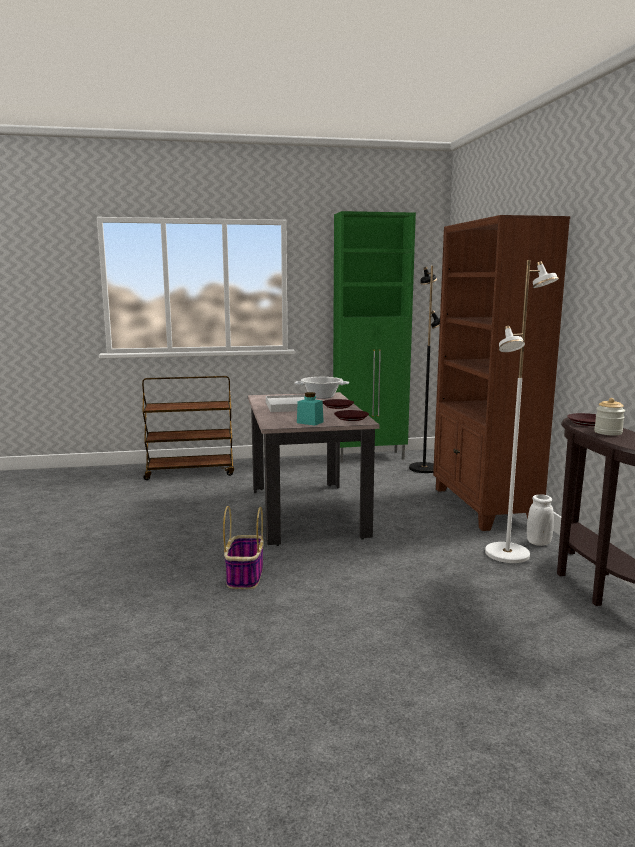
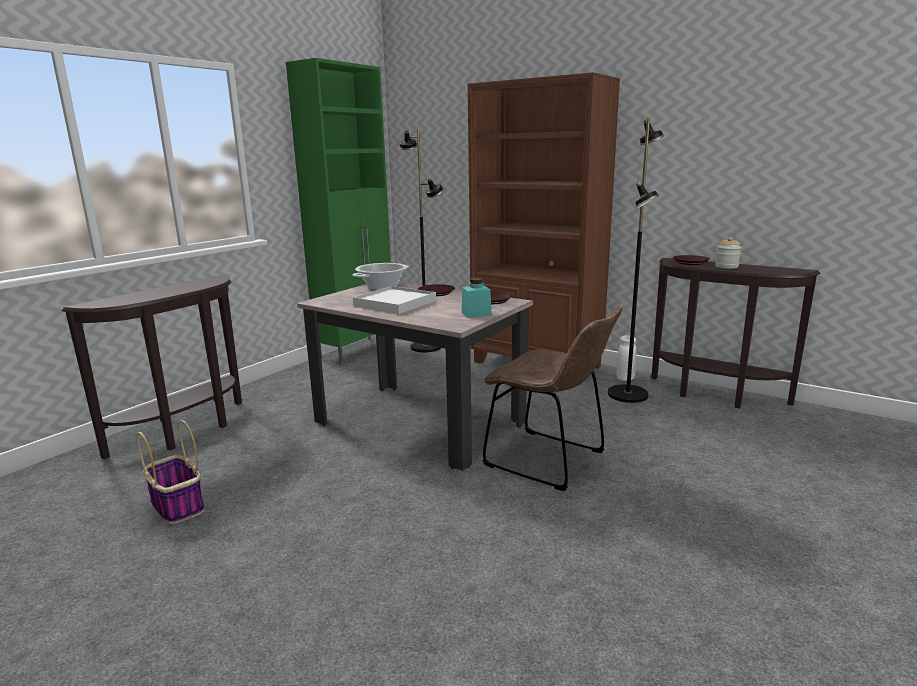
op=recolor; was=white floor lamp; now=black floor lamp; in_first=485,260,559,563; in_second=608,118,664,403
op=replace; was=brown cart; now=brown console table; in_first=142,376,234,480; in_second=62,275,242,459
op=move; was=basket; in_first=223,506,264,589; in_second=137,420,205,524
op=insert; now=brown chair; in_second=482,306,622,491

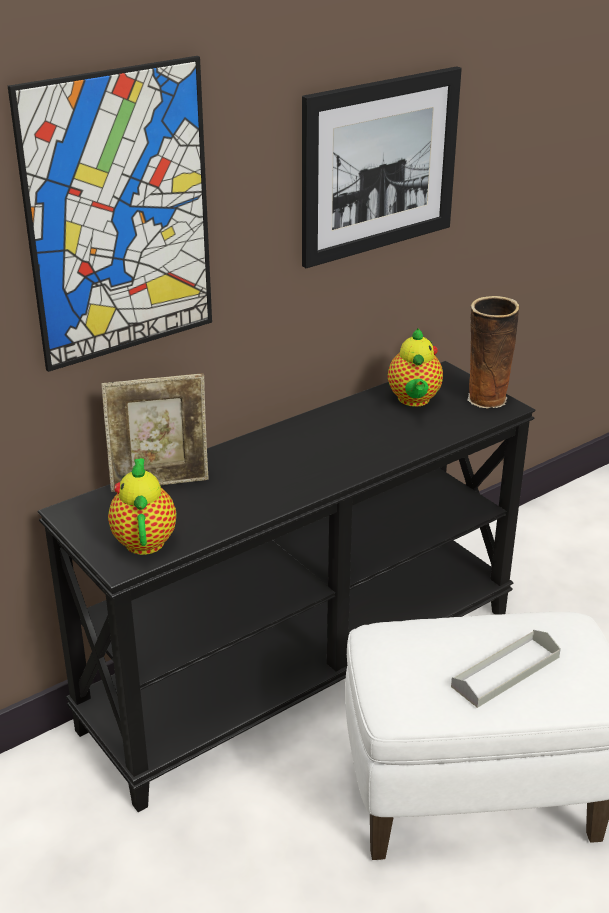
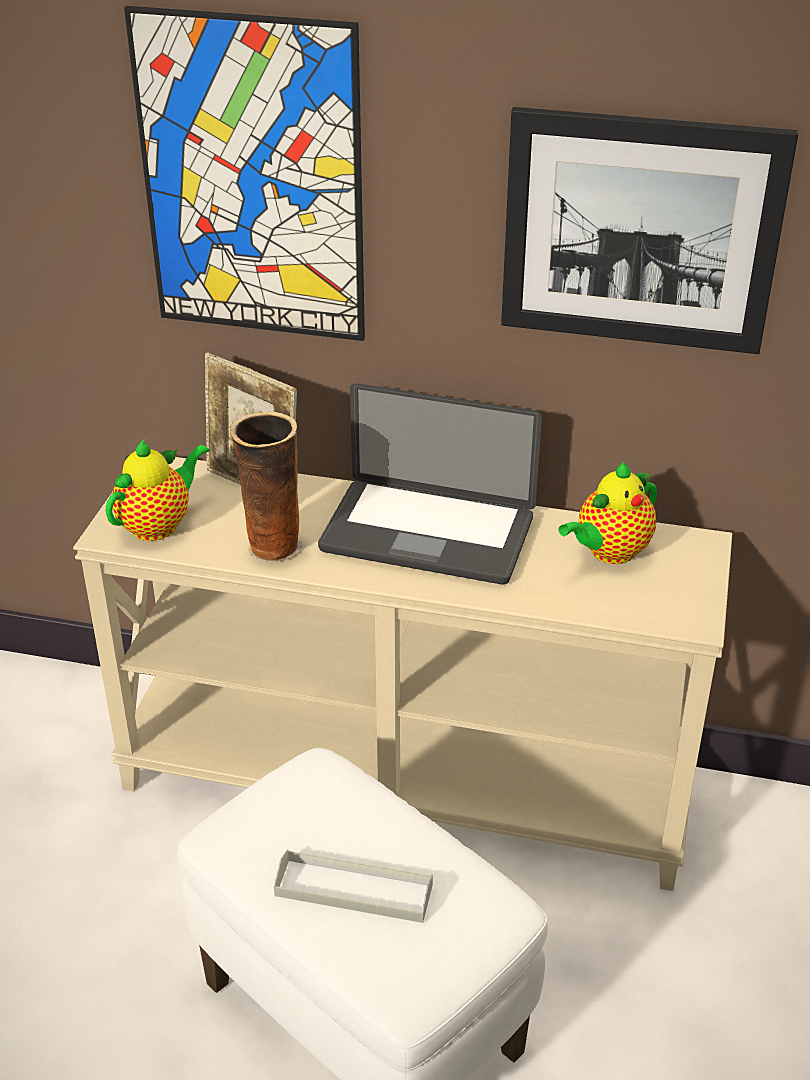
op=move; was=vase; in_first=468,296,519,409; in_second=230,412,302,563
op=recolor; was=black console table; now=beige console table; in_first=38,361,536,812; in_second=73,457,732,891
op=insert; now=laptop; in_second=318,383,542,585

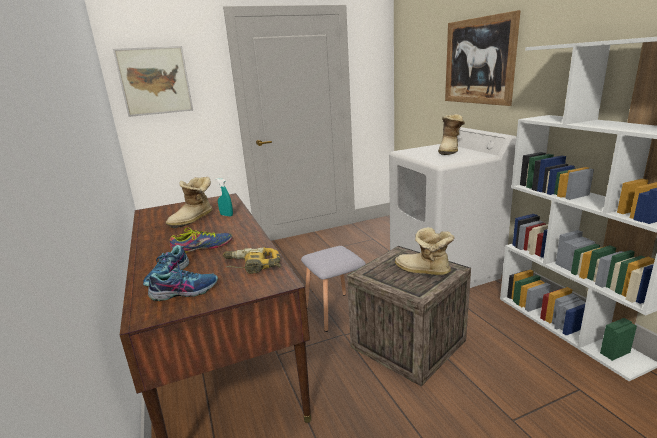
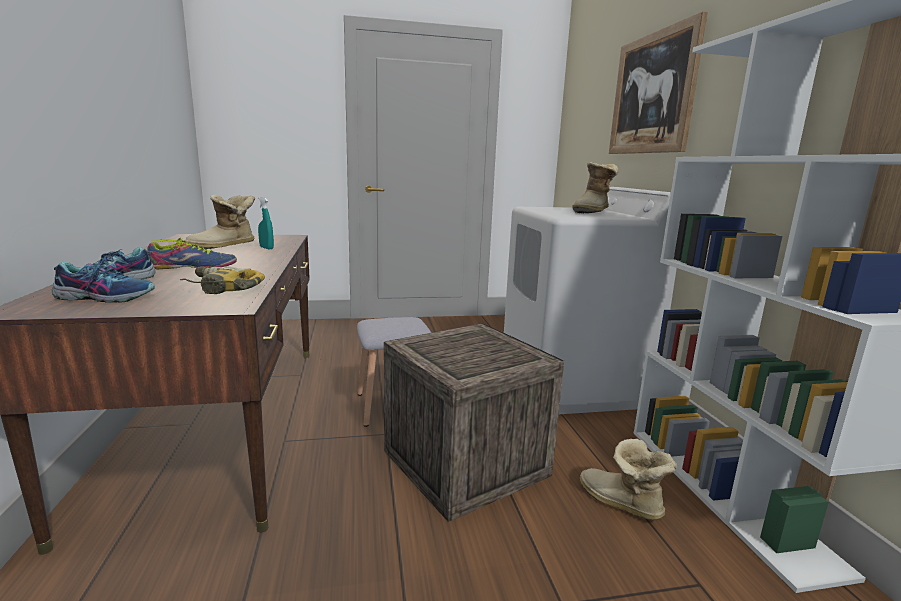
op=delete; was=picture; in_first=113,46,193,117
op=move; was=boot; in_first=395,227,455,275; in_second=580,439,677,521

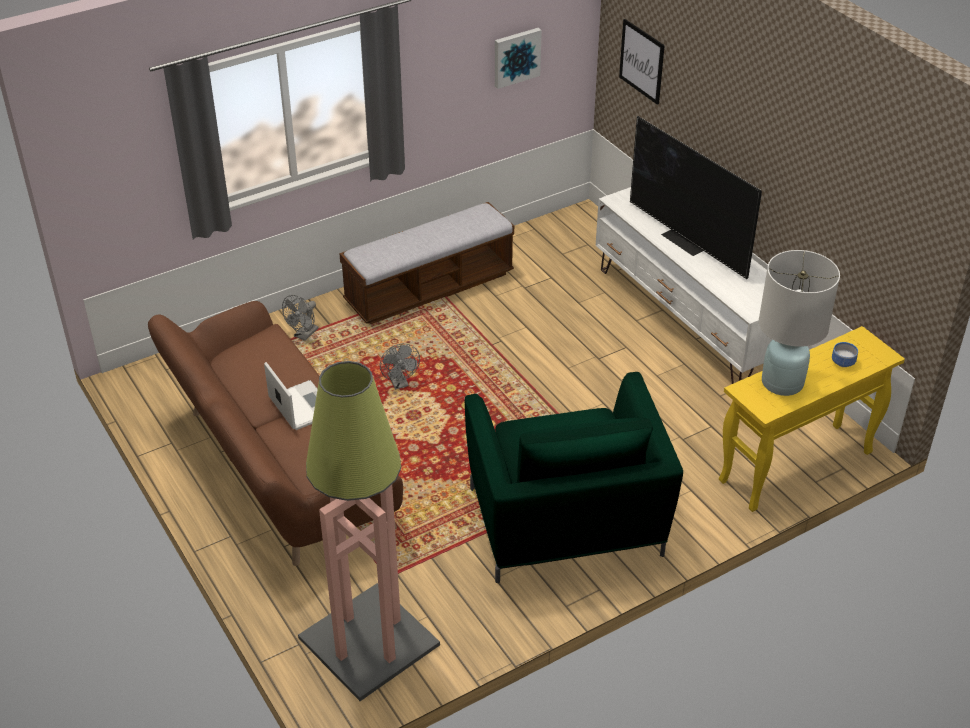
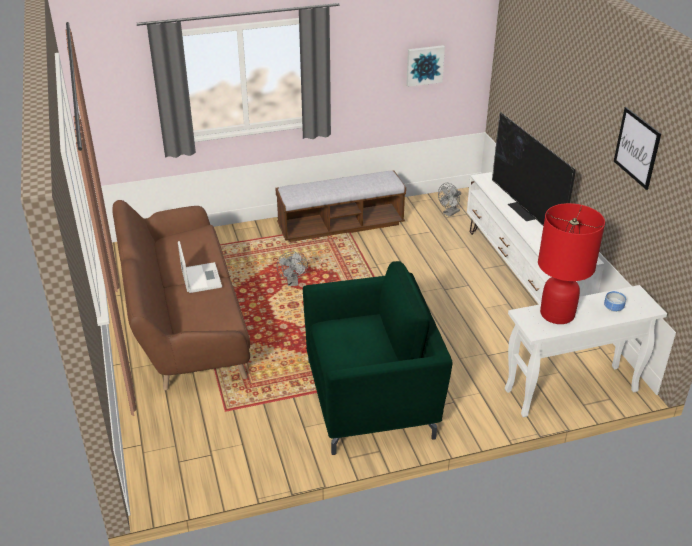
op=move; was=picture; in_first=619,19,665,105; in_second=614,107,661,190
op=recolor; was=white table lamp; now=red table lamp; in_first=759,250,840,396; in_second=538,203,605,324
op=move; was=grey fan; in_first=282,295,319,341; in_second=438,183,461,217
op=recolor; was=yellow console table; now=white console table; in_first=719,326,905,512; in_second=505,285,667,417
op=delete; was=floor lamp; in_first=298,361,440,701
op=rotate; was=green armchair; in_first=465,372,683,583; in_second=303,261,453,455; clockwise=-105

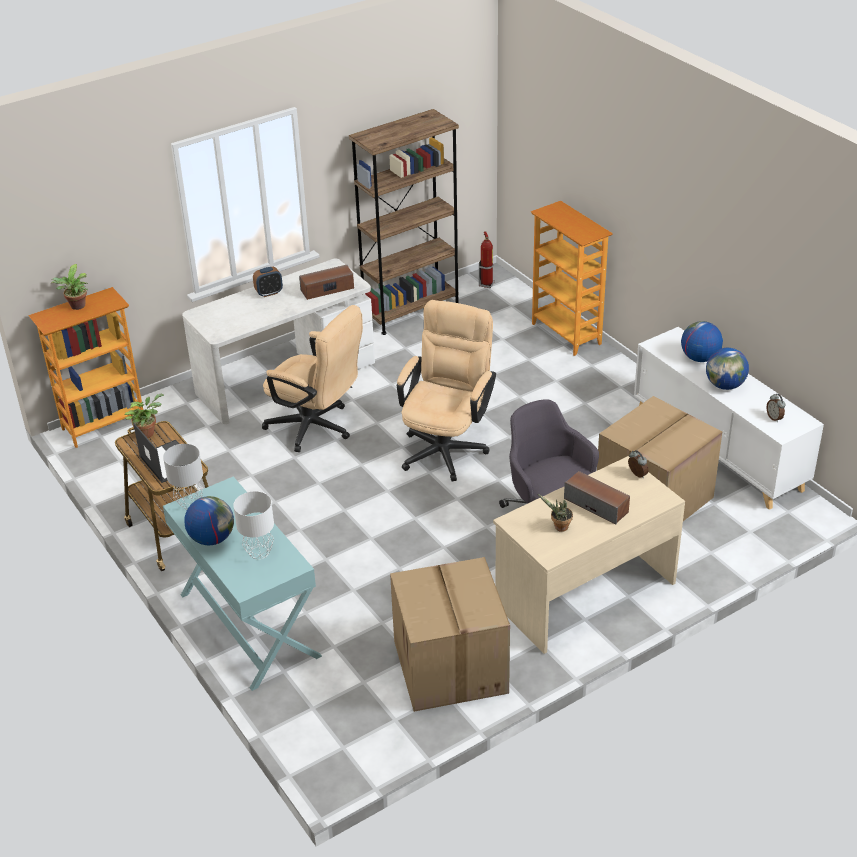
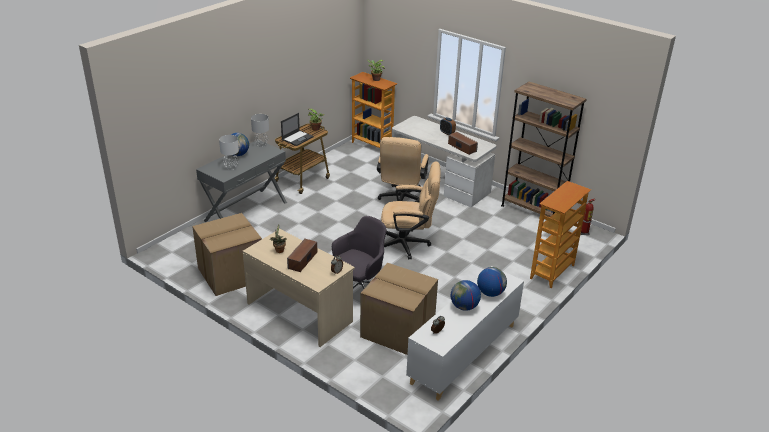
op=recolor; was=turquoise console table; now=grey console table; in_first=163,476,322,691; in_second=196,140,287,222

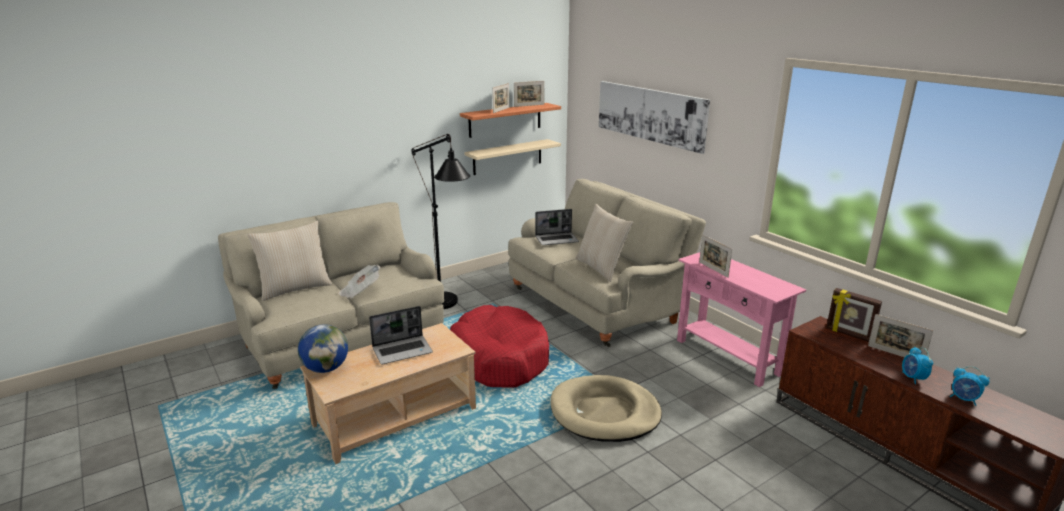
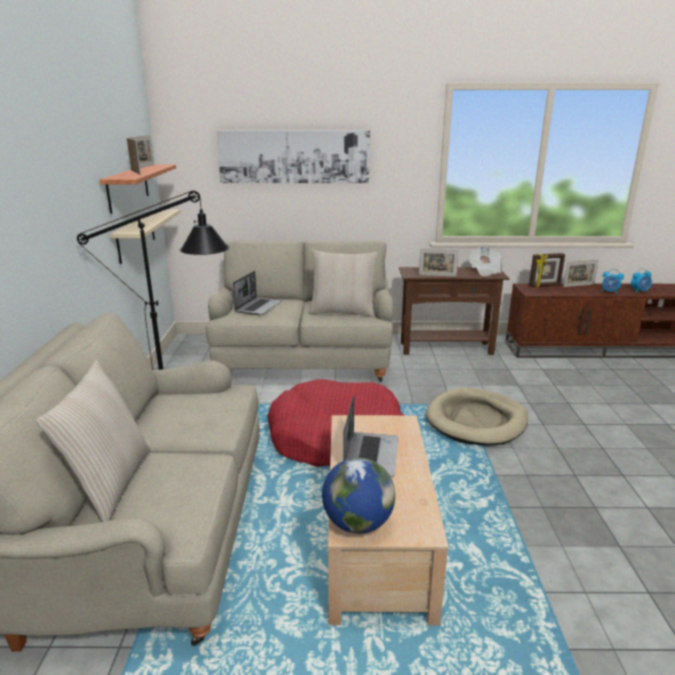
op=recolor; was=pink console table; now=brown console table; in_first=677,252,806,387; in_second=399,267,510,355
op=move; was=newspaper; in_first=338,265,381,299; in_second=468,246,503,276

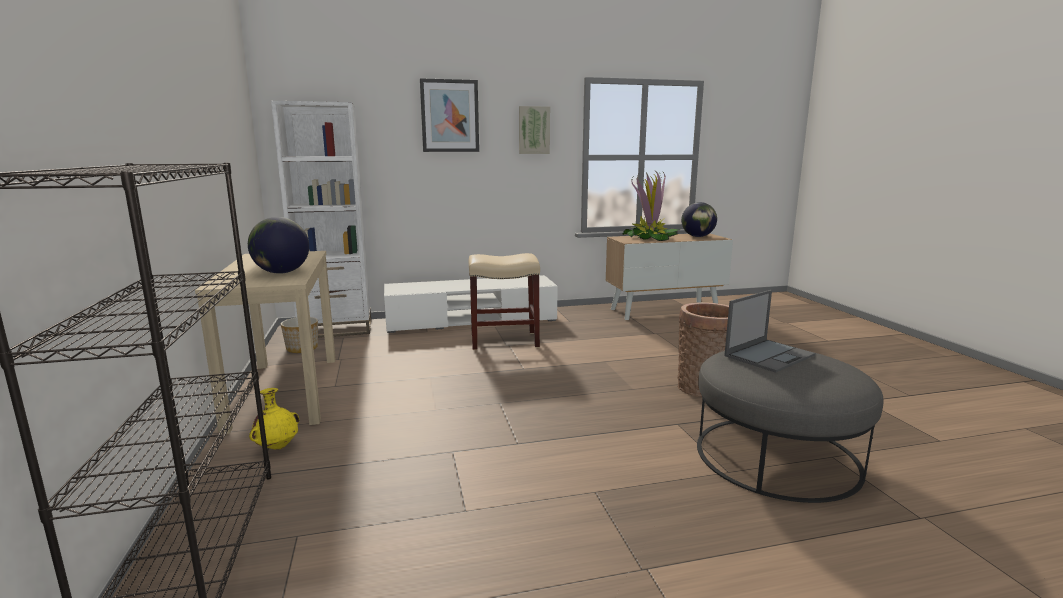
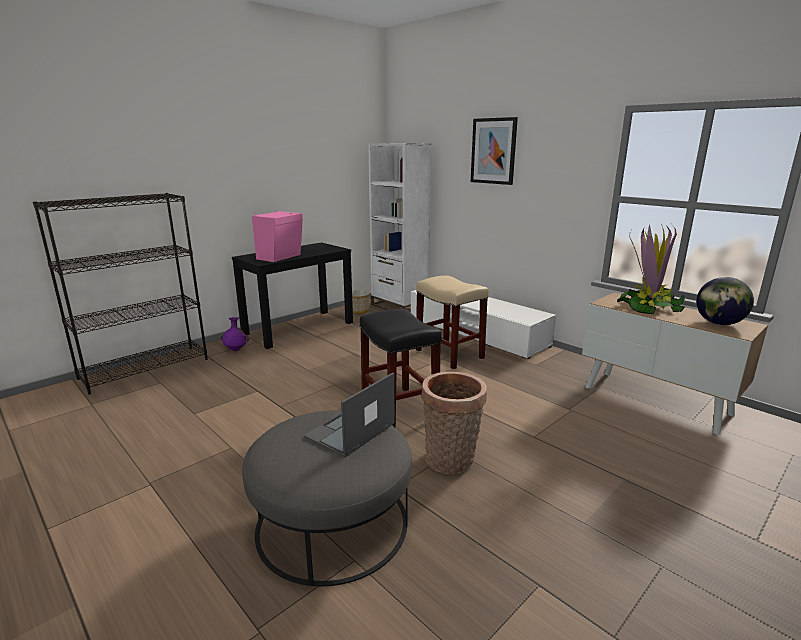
op=delete; was=picture; in_first=519,106,550,154
op=replace; was=globe; now=pink speaker; in_first=248,217,309,274; in_second=252,210,303,262
op=recolor; was=beige console table; now=black console table; in_first=195,251,336,434; in_second=232,242,353,349
op=rotate; was=laptop; in_first=724,290,815,373; in_second=304,373,395,457; clockwise=105
op=recolor; was=yellow vase; now=purple vase; in_first=249,388,299,449; in_second=221,317,249,351
op=insert; now=black stool; in_second=359,309,442,428

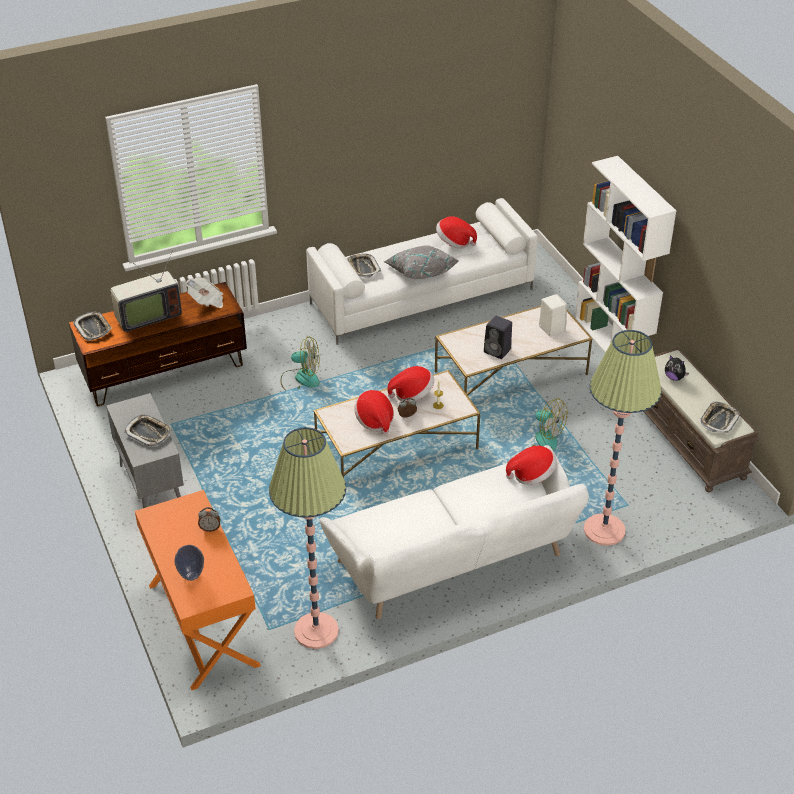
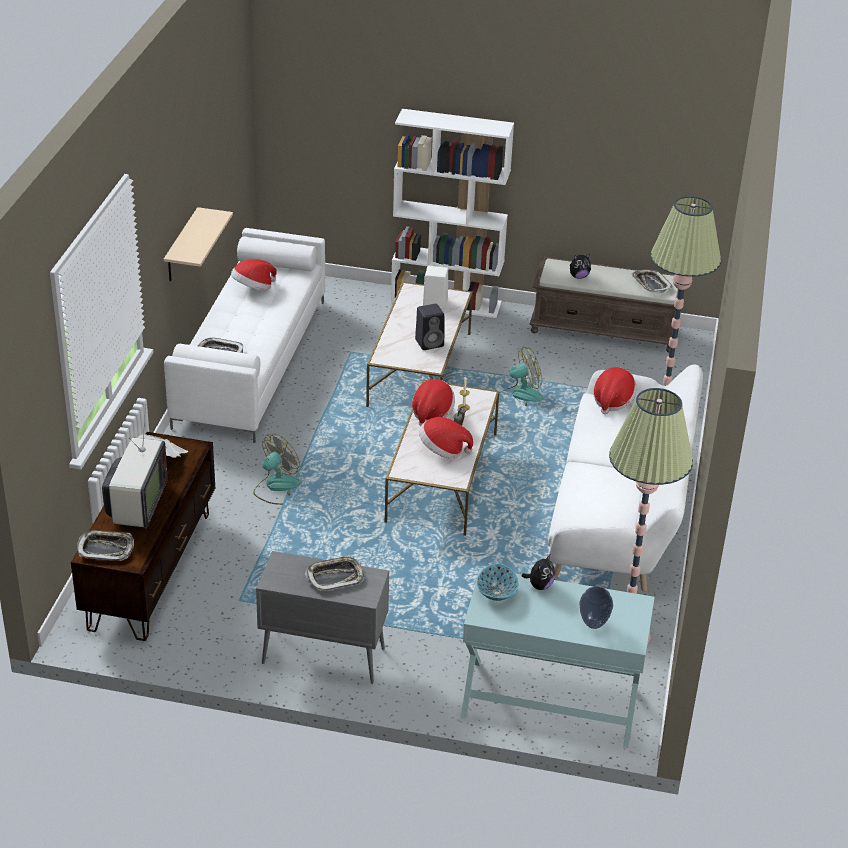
op=delete; was=grey pillow; in_first=384,245,459,279
op=recolor; was=orange console table; now=turquoise console table; in_first=135,490,261,690; in_second=461,568,655,748
op=replace; was=alarm clock; now=plush toy; in_first=198,507,220,532; in_second=522,554,555,590
op=insert; now=beige shelf; in_second=163,207,233,281
op=insert; now=bowl; in_second=477,564,518,601

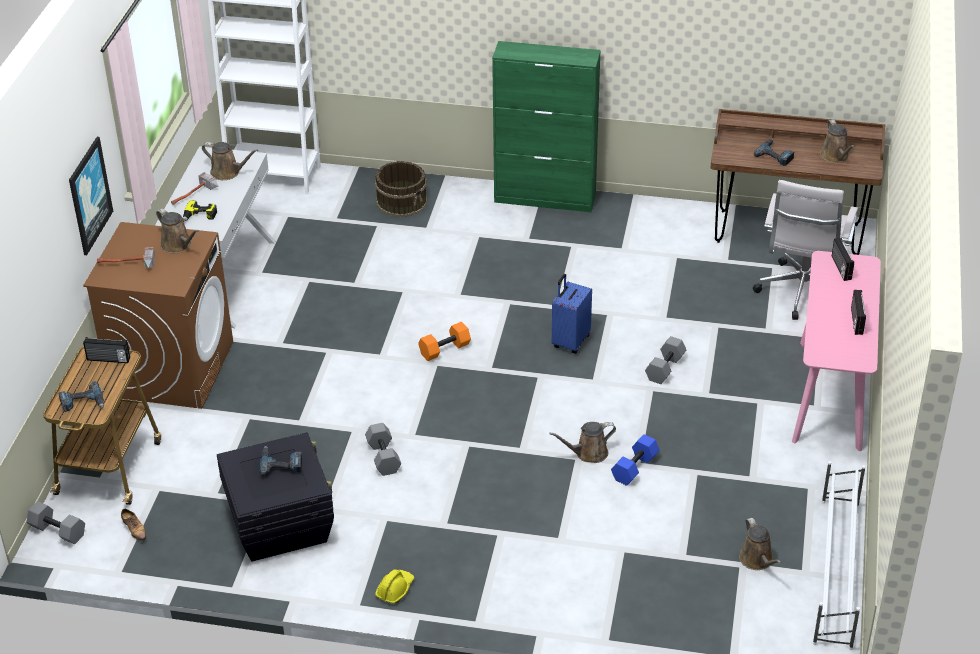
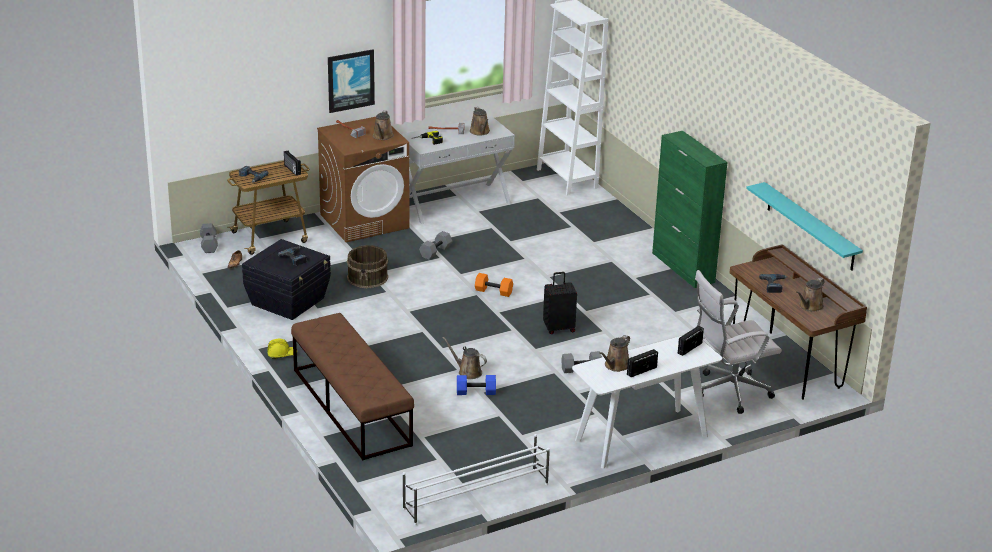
op=move; was=brown bucket; in_first=375,161,427,217; in_second=347,245,388,288
op=recolor; was=pink console table; now=white console table; in_first=792,251,881,451; in_second=572,336,722,469
op=recolor; was=blue suitcase; now=black suitcase; in_first=552,274,592,354; in_second=543,272,577,334
op=move; was=grey dumbbell; in_first=365,423,401,476; in_second=419,231,452,259
op=move; was=brown watering can; in_first=739,518,781,570; in_second=599,335,630,372
op=insert; now=turquoise shelf; in_second=746,182,863,271
op=insert; now=brown bench; in_second=291,313,414,461

